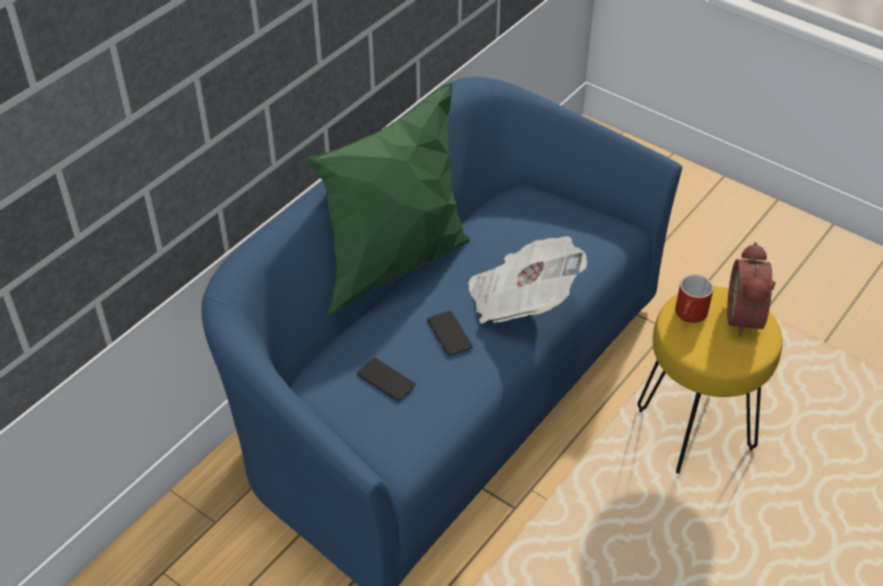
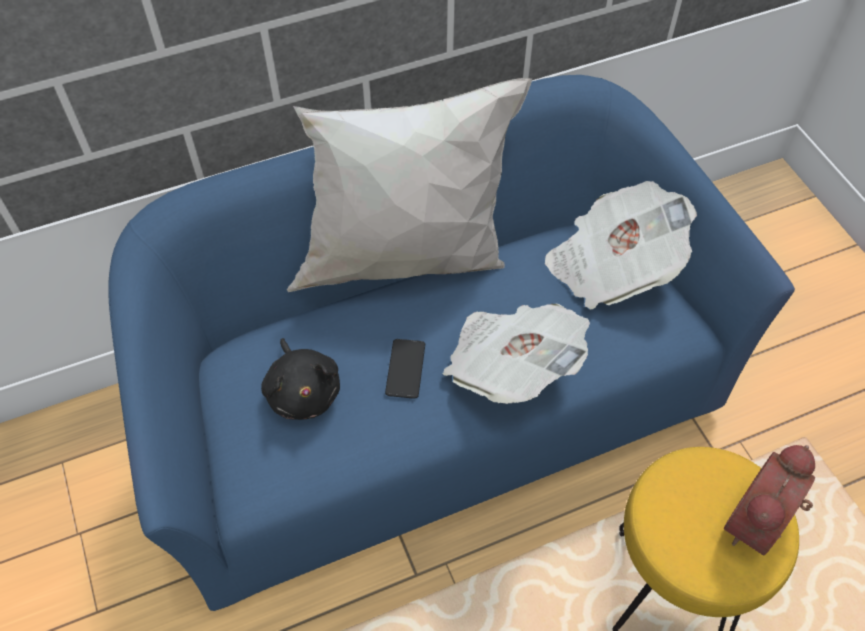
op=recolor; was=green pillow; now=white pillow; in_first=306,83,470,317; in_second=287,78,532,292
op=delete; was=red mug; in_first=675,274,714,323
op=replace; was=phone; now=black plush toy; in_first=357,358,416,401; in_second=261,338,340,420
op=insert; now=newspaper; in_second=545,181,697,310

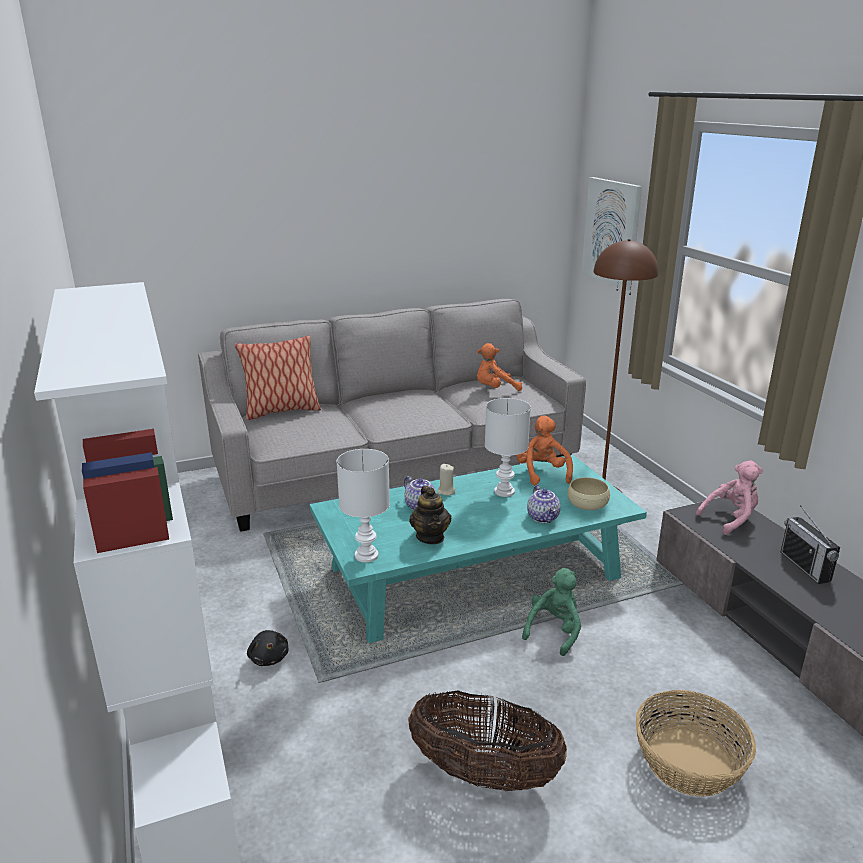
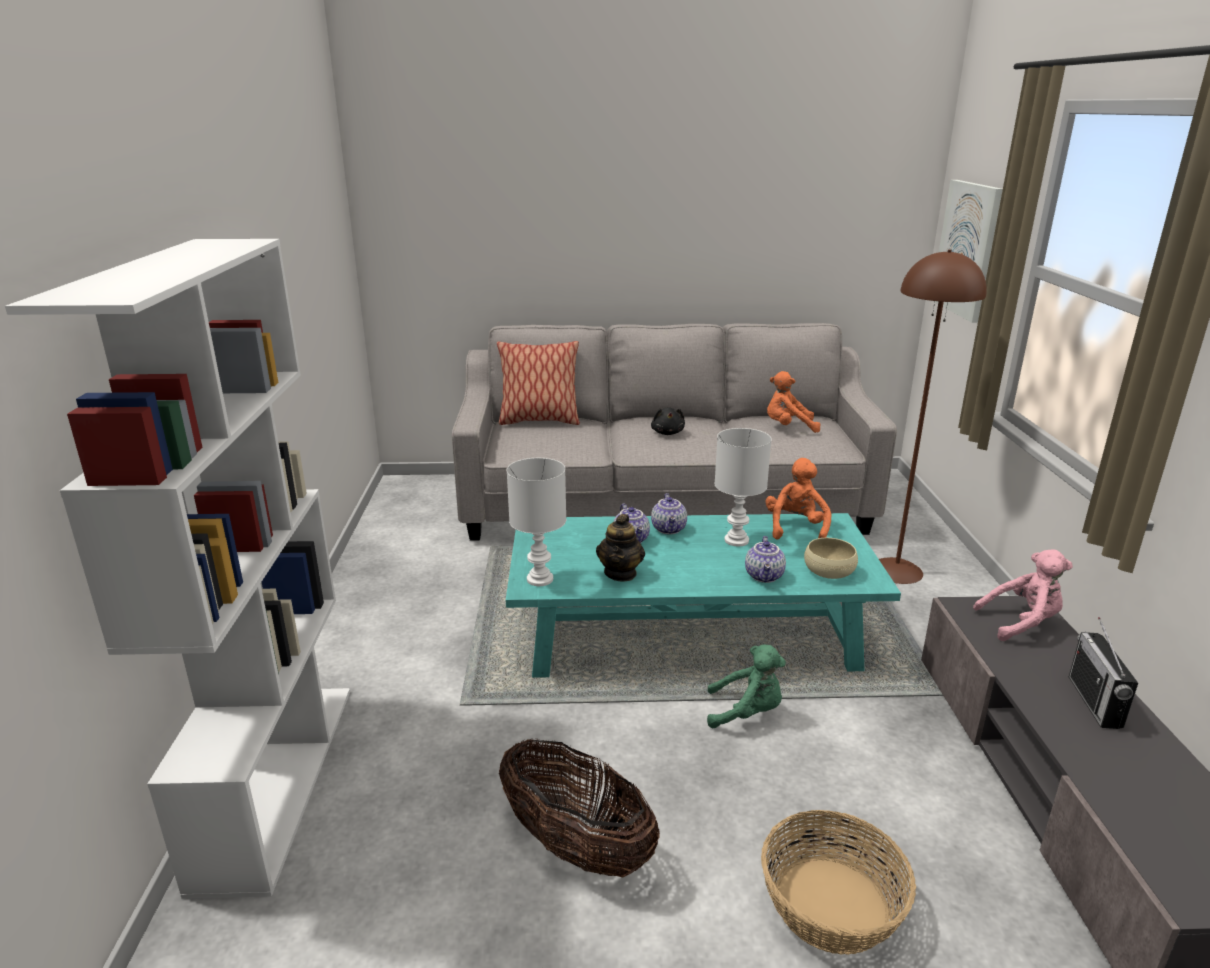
op=replace; was=beige candle; now=teapot; in_first=437,464,455,496; in_second=651,493,687,534
op=rotate; was=green plush toy; in_first=522,568,581,656; in_second=707,645,786,728; clockwise=45
op=move; was=black plush toy; in_first=247,630,288,666; in_second=651,408,685,435

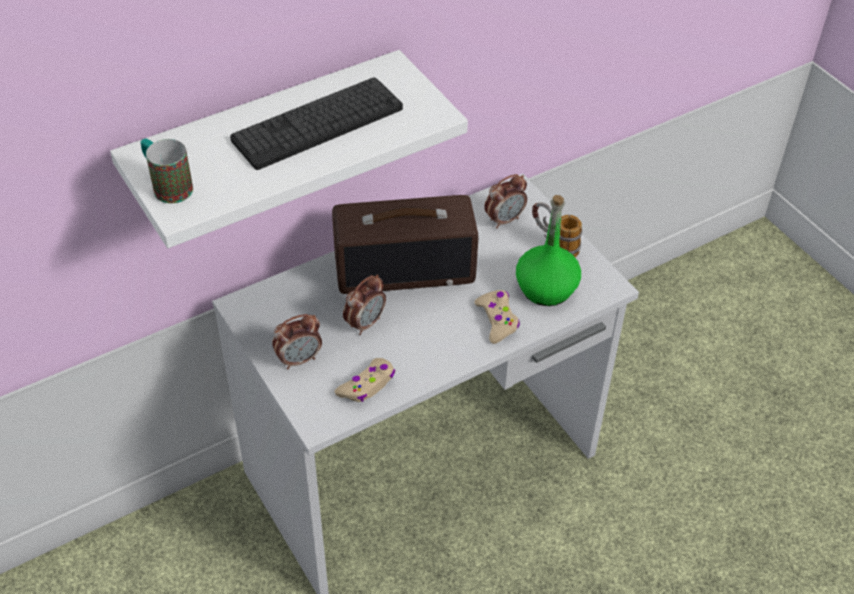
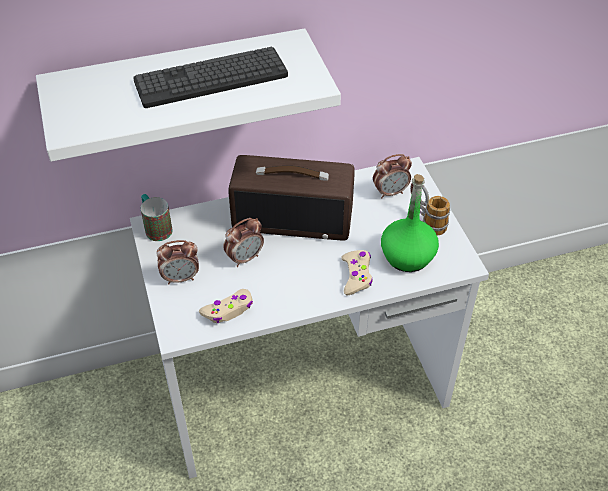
op=move; was=mug; in_first=141,139,193,203; in_second=141,194,173,241

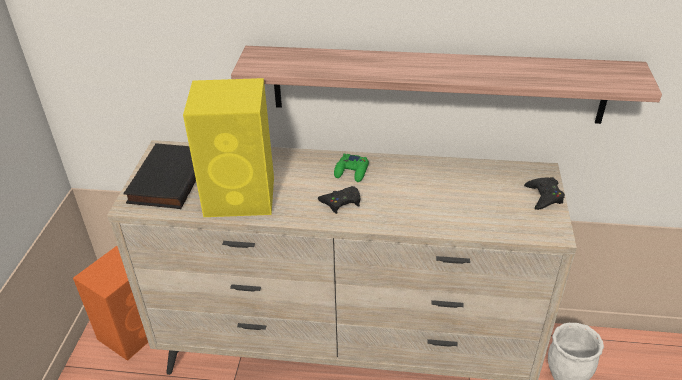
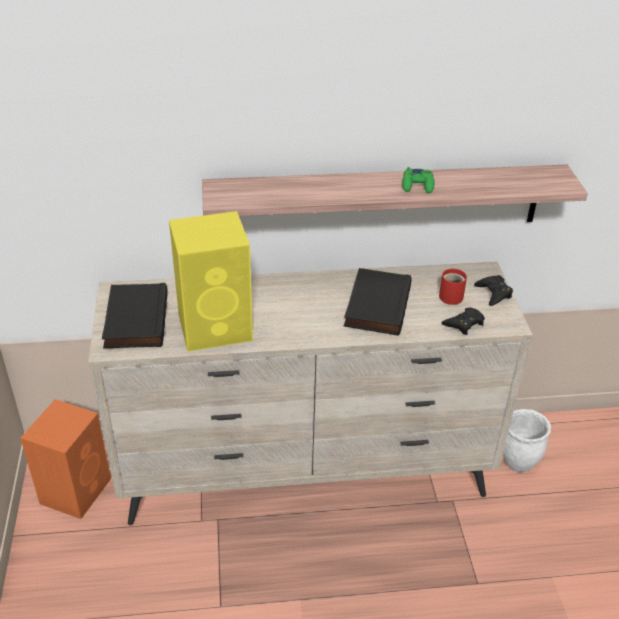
op=move; was=green game controller; in_first=334,153,369,182; in_second=402,167,435,193
op=move; was=black game controller; in_first=318,186,360,214; in_second=441,307,485,335
op=insert; now=black book; in_second=344,268,412,336
op=insert; now=red mug; in_second=439,269,467,305

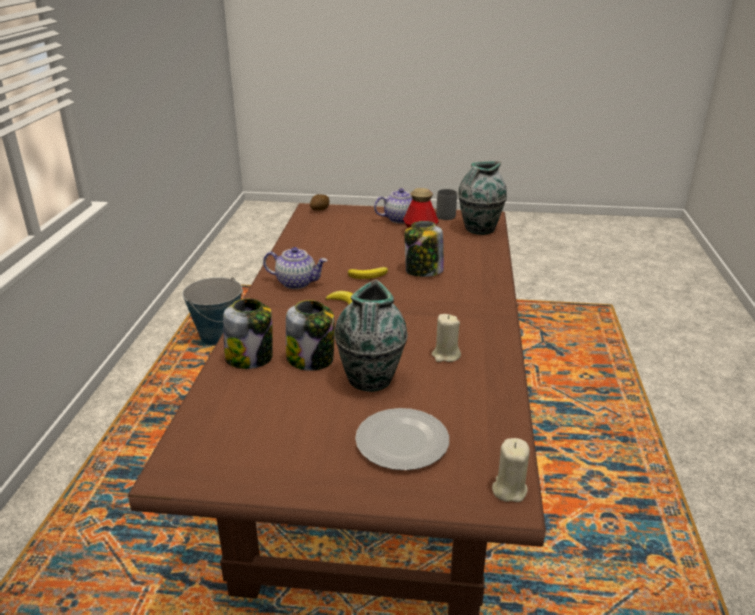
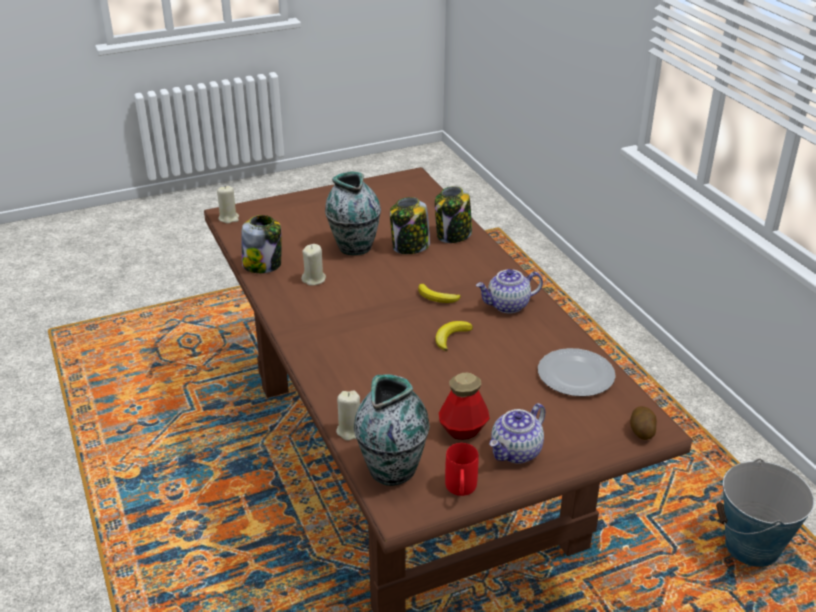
op=recolor; was=grey mug; now=red mug; in_first=437,189,457,220; in_second=445,443,479,496
op=move; was=jar; in_first=405,221,444,277; in_second=241,215,281,273
op=move; was=plate; in_first=355,408,449,470; in_second=538,348,616,397
op=insert; now=beige candle; in_second=336,390,360,441

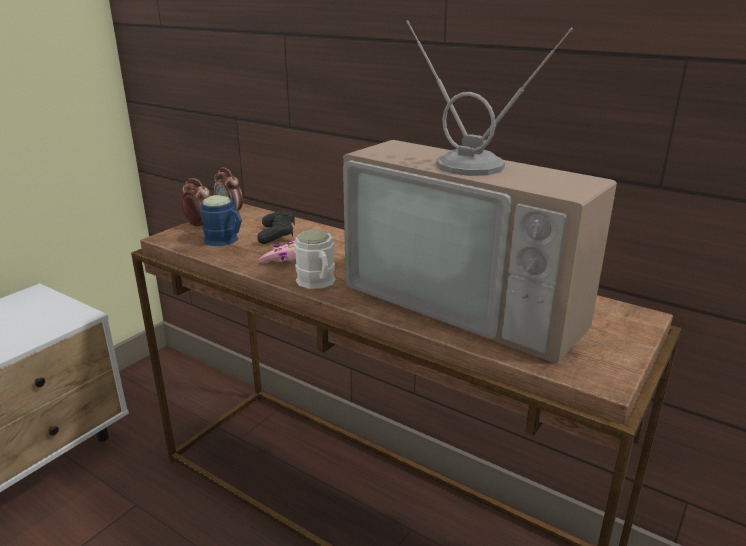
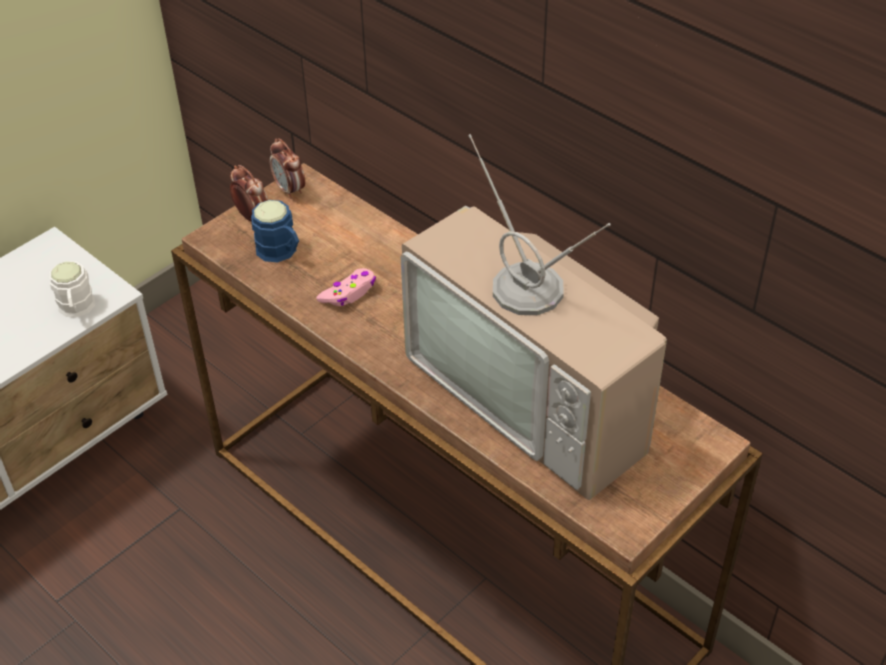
op=delete; was=black game controller; in_first=257,211,295,244
op=move; was=white mug; in_first=294,229,336,289; in_second=50,261,95,317

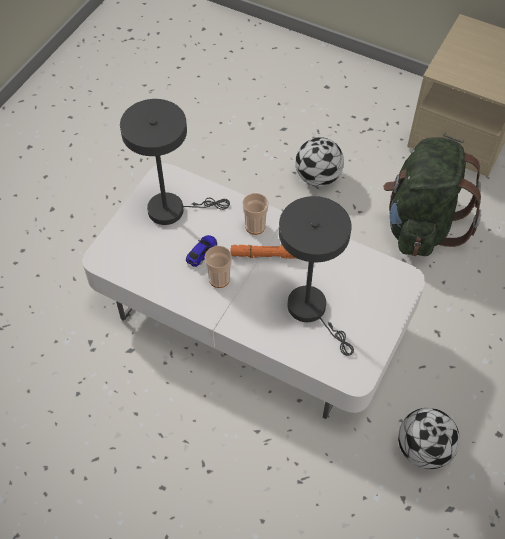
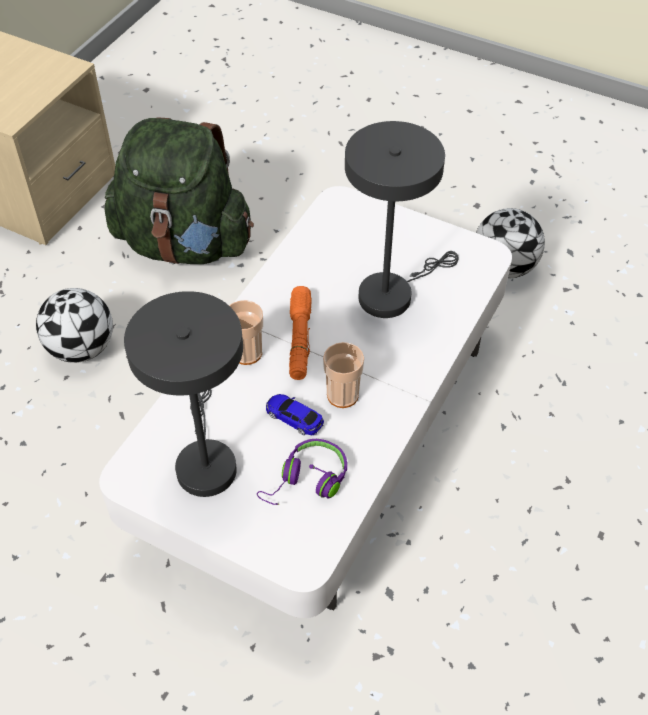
op=insert; now=purple headphones; in_second=257,439,347,505

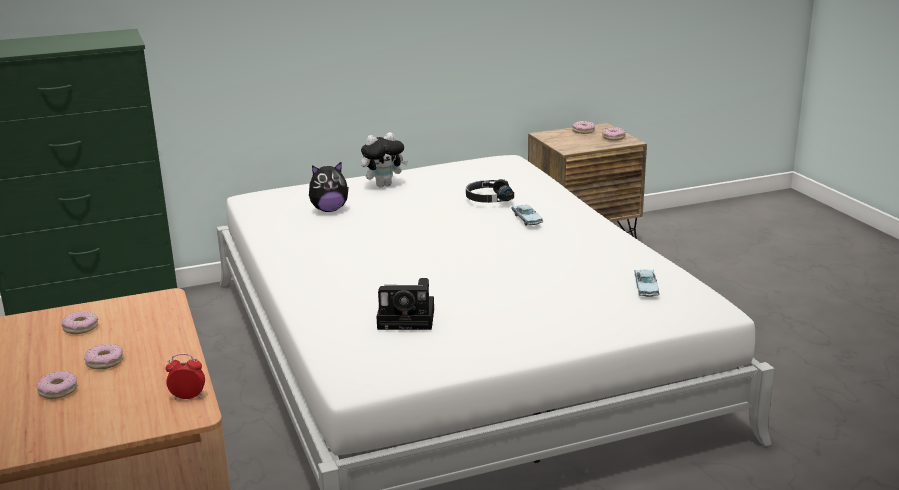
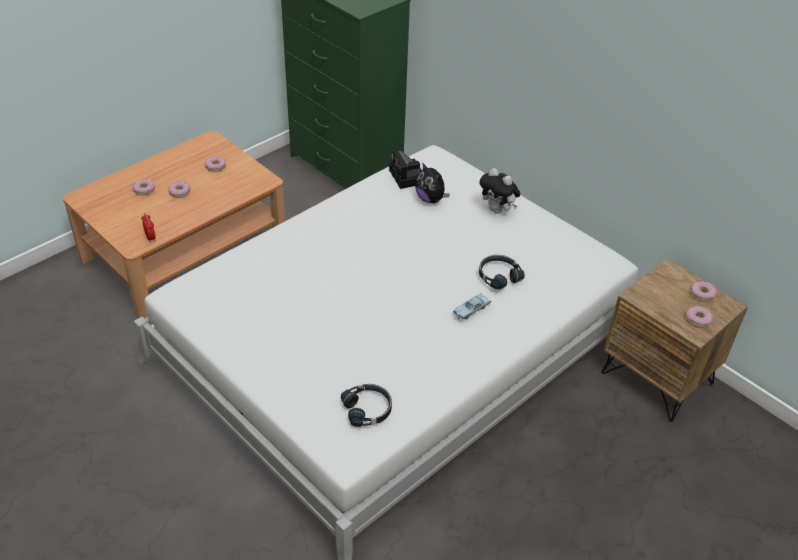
op=replace; was=blue toy car; now=black headphones; in_first=634,269,659,297; in_second=341,384,392,427
op=move; was=photo camera; in_first=377,278,434,330; in_second=389,150,422,189

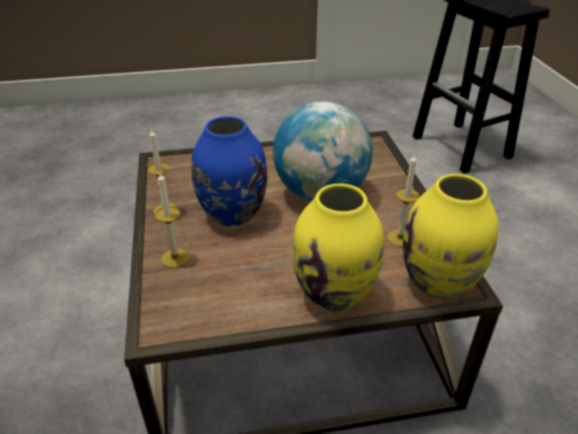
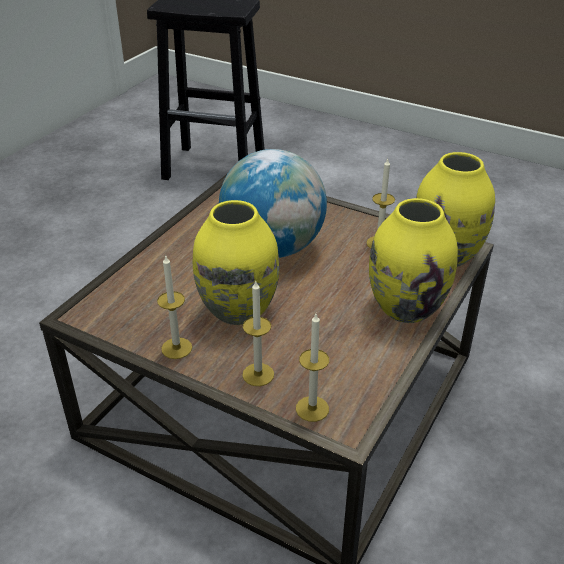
op=recolor; was=blue vase; now=yellow vase; in_first=191,116,267,227; in_second=193,200,279,325
op=insert; now=candle; in_second=296,314,329,422

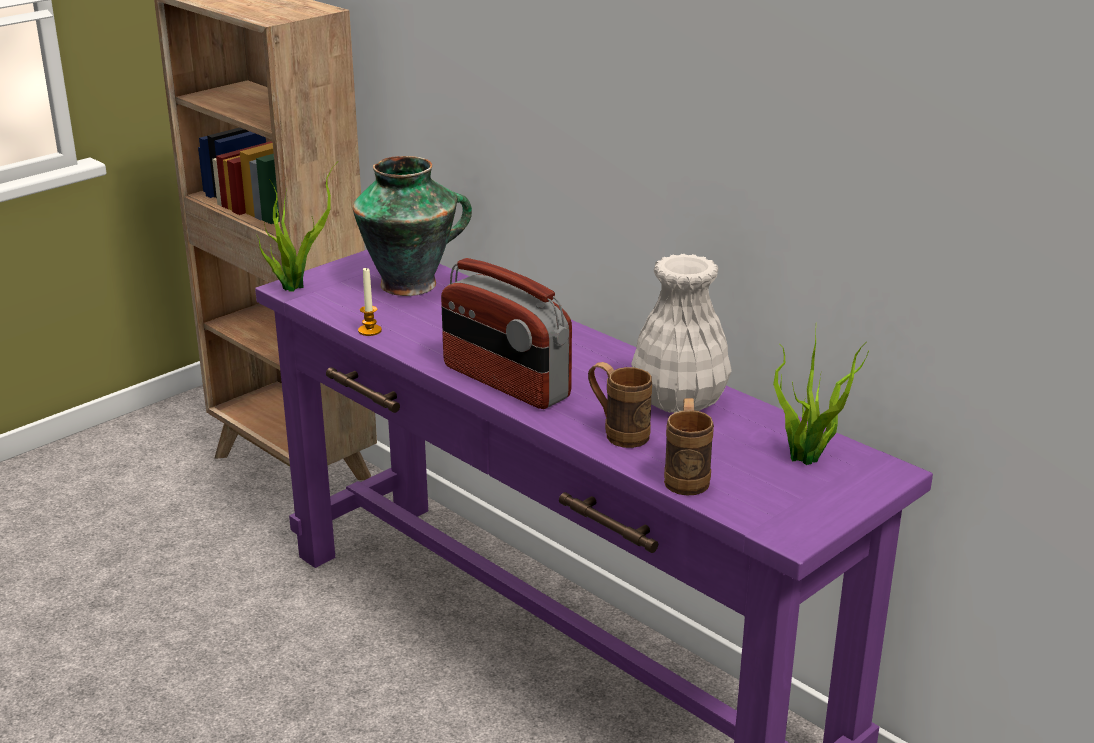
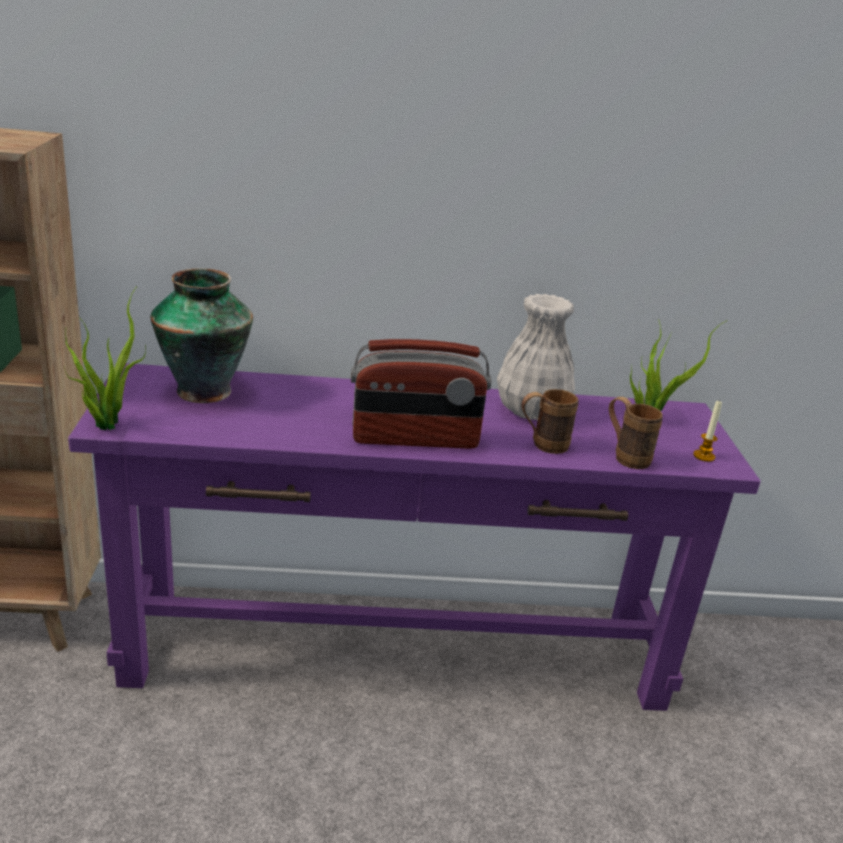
op=move; was=candle; in_first=358,268,382,336; in_second=693,400,722,462

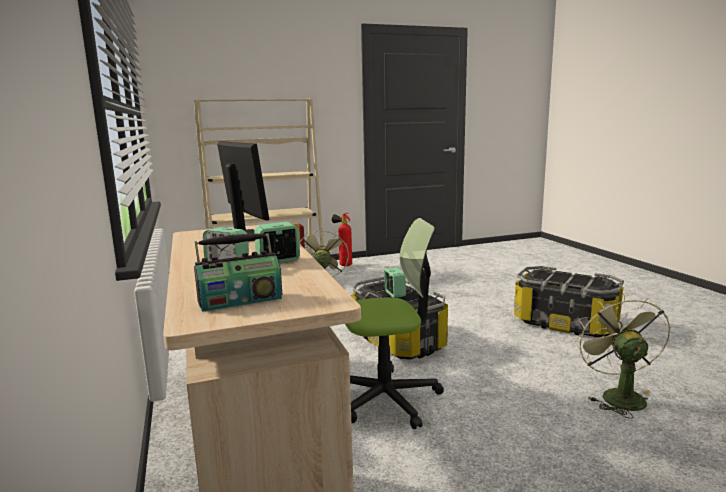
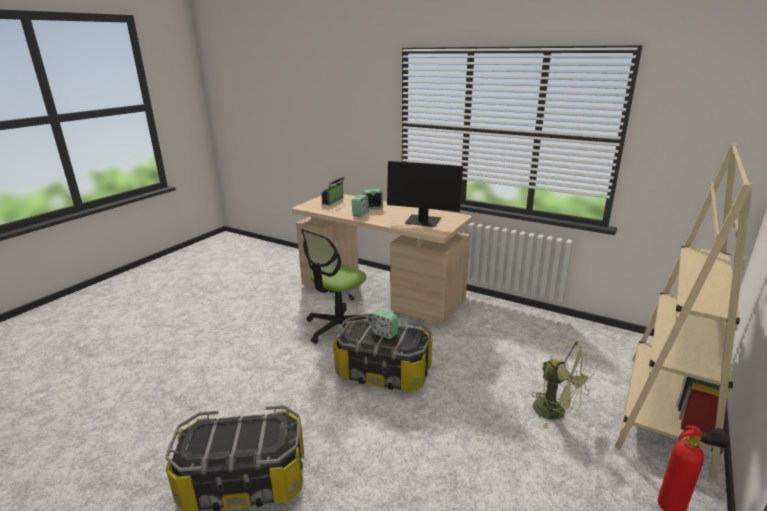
op=delete; was=green fan; in_first=575,293,671,418

